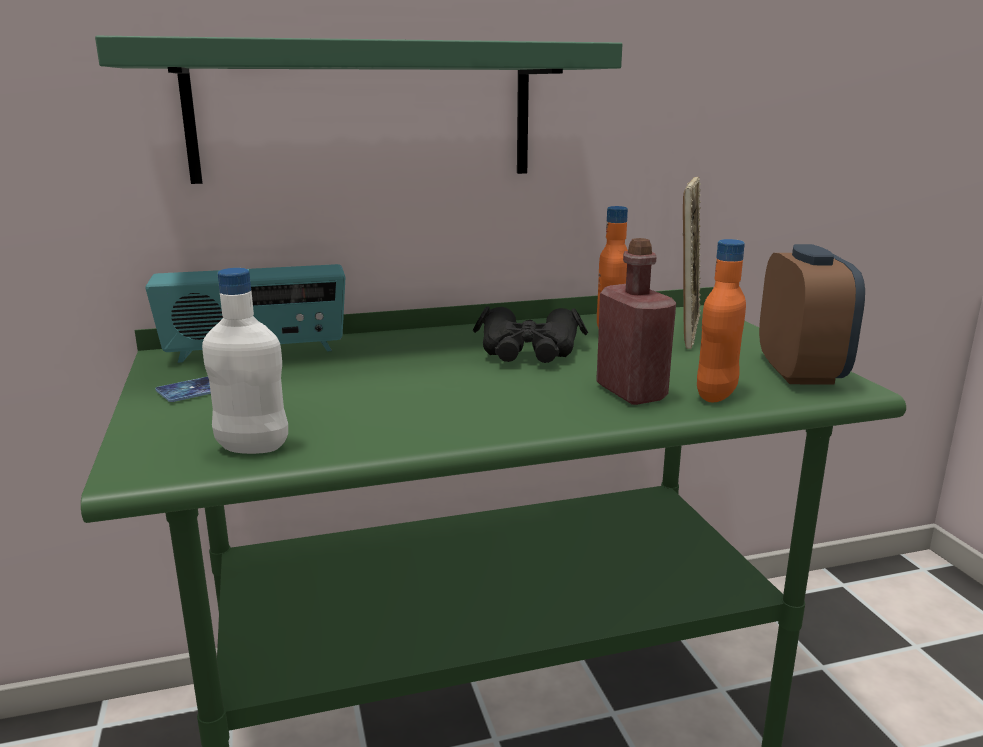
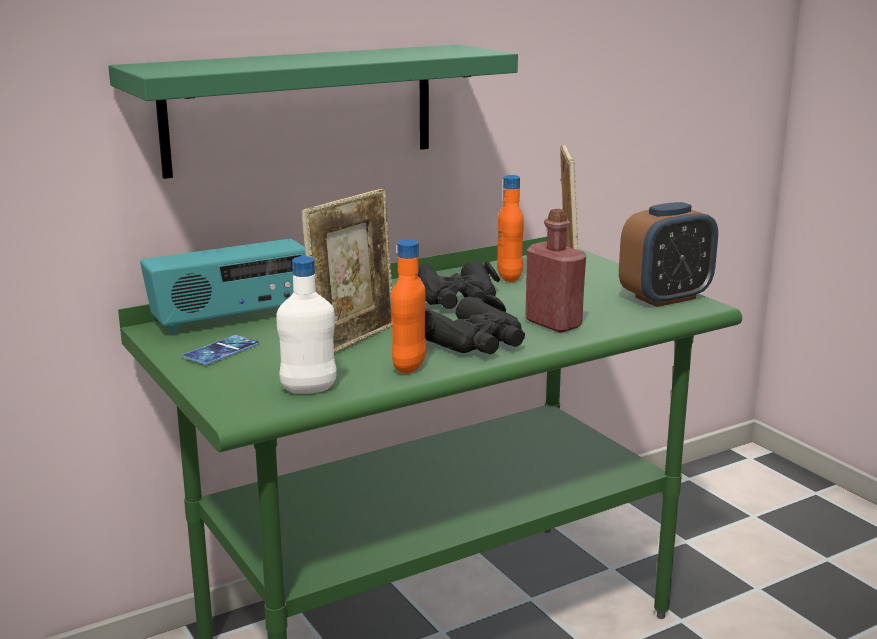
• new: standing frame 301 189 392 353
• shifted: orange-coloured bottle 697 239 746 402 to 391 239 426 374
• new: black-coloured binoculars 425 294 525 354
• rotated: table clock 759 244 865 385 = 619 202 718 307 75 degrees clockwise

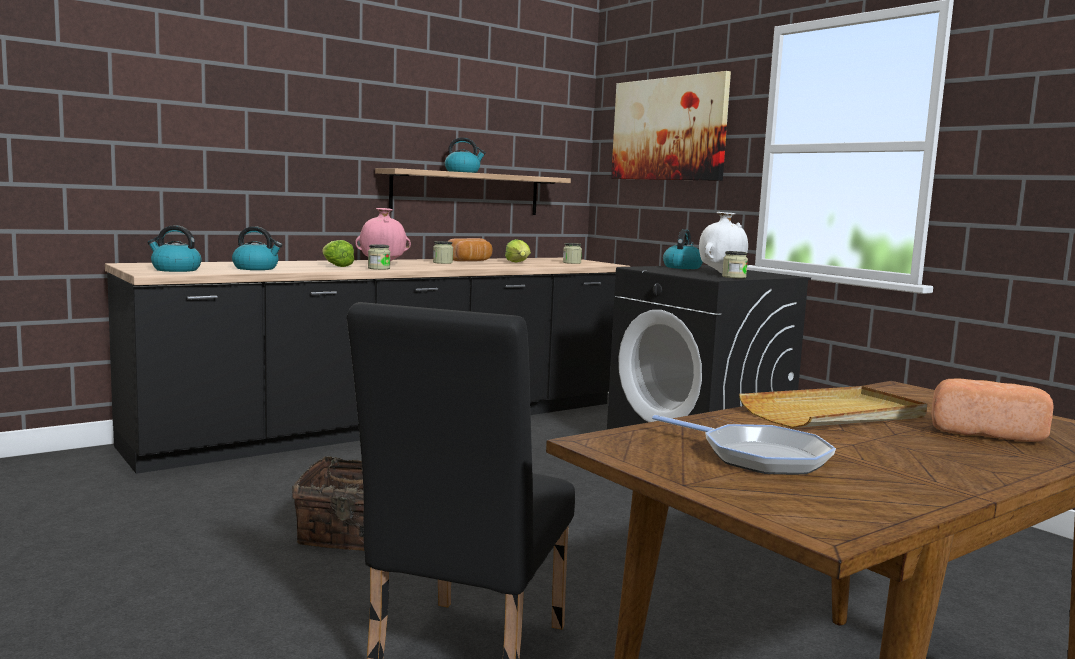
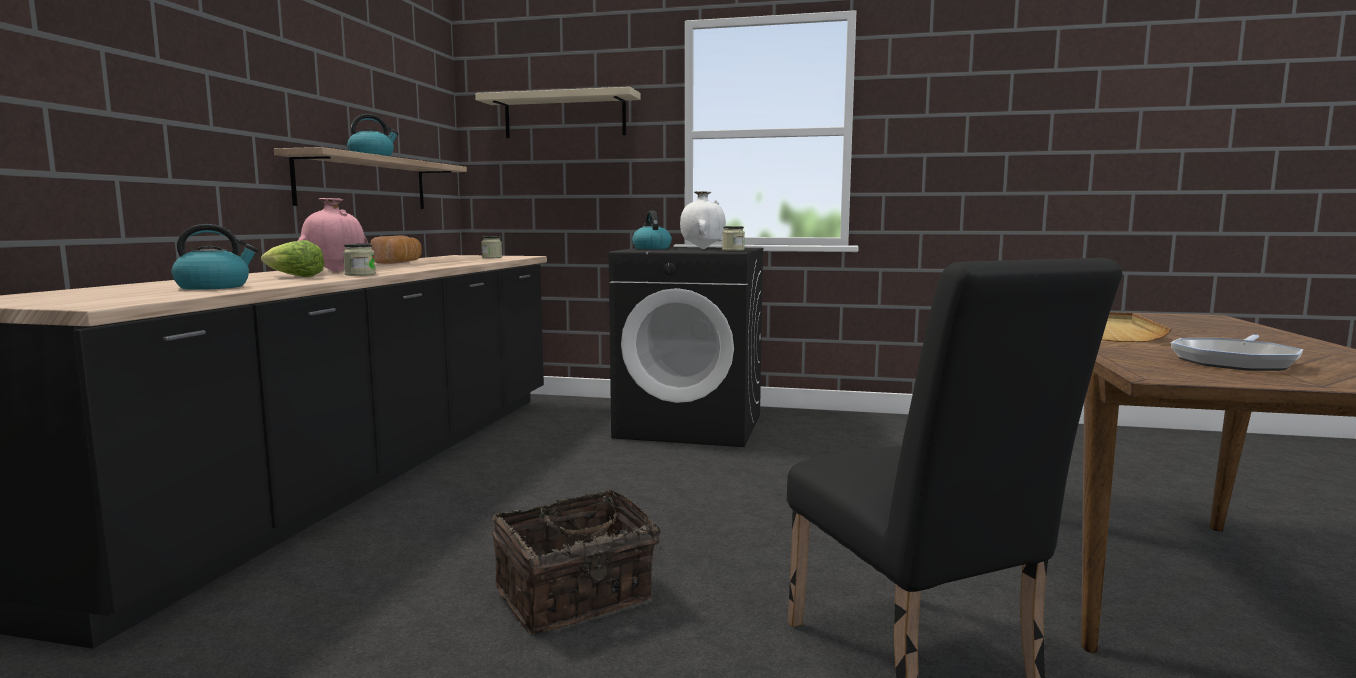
• swapped: wall picture 611 71 731 181 to beige shelf 475 87 640 138
• rotated: frying pan 652 415 836 475 = 1171 334 1304 371 135 degrees clockwise
• gone: tea kettle 148 226 202 272
• gone: preserve jar 433 241 453 264
• gone: head of lettuce 505 239 531 262
• gone: bread 931 378 1053 442

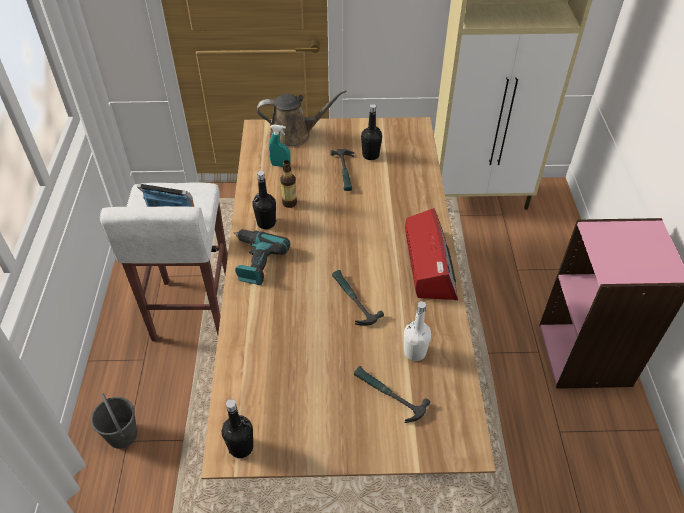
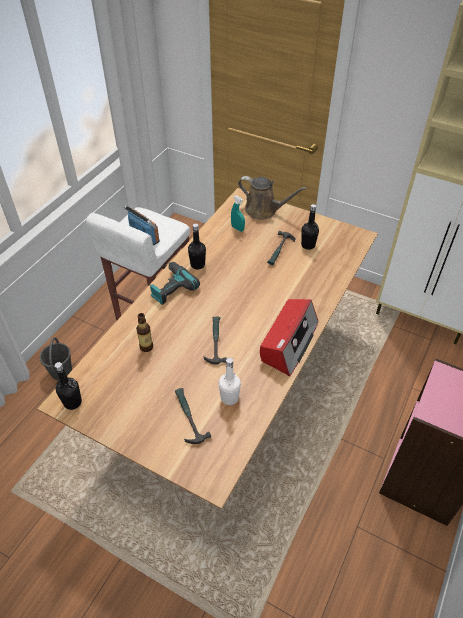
• shifted: bottle 280 160 297 208 to 136 313 153 352

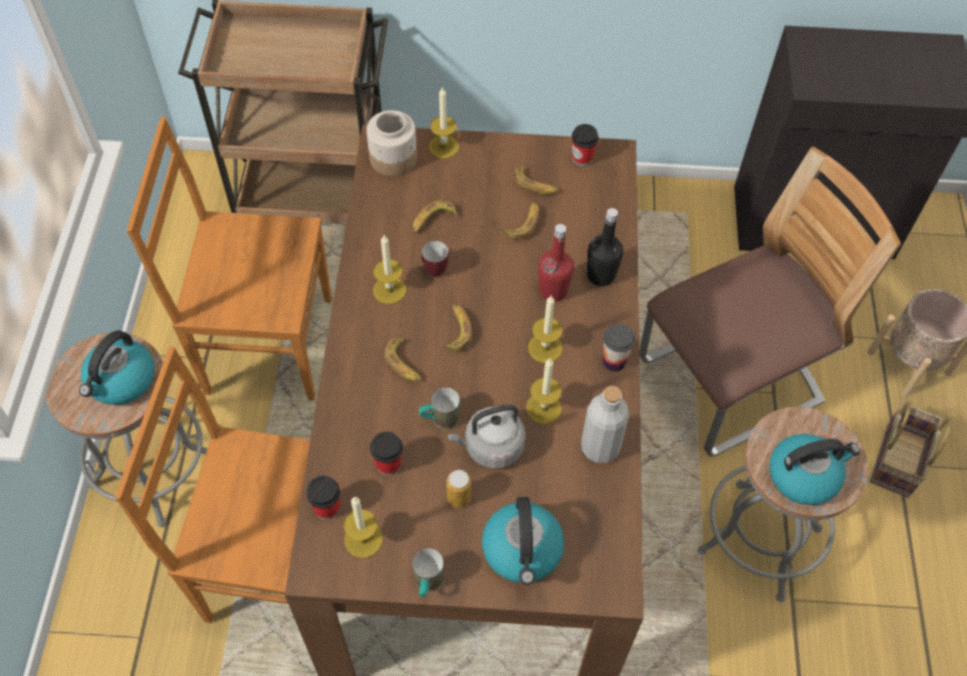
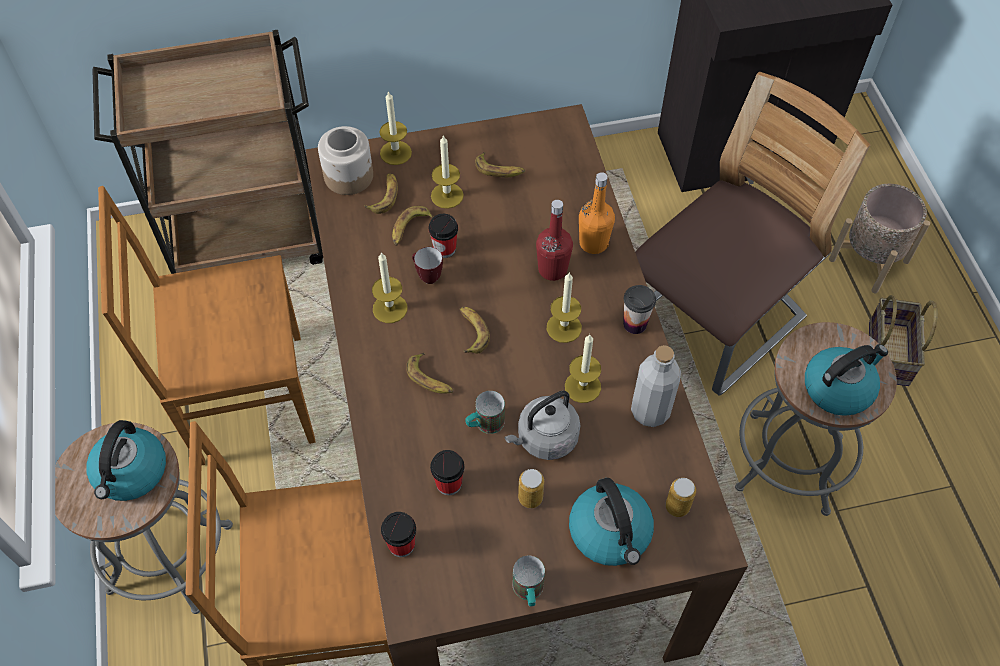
• shifted: whole banana 502 203 539 240 to 364 173 398 214
• shifted: small cup 571 124 599 166 to 429 214 458 258
• shifted: candle 344 497 383 558 to 431 135 464 209
• repainted: black-coloured bottle 587 208 623 286 to orange-coloured bottle 579 172 615 254
• new: can 666 478 696 517

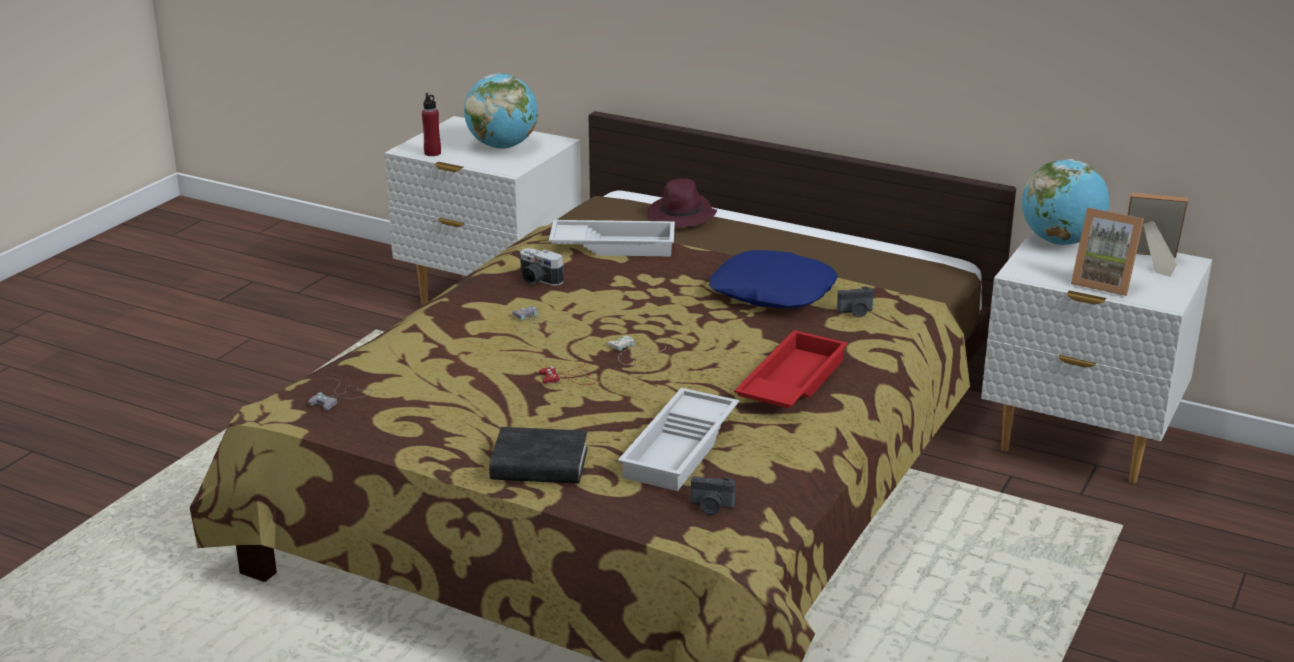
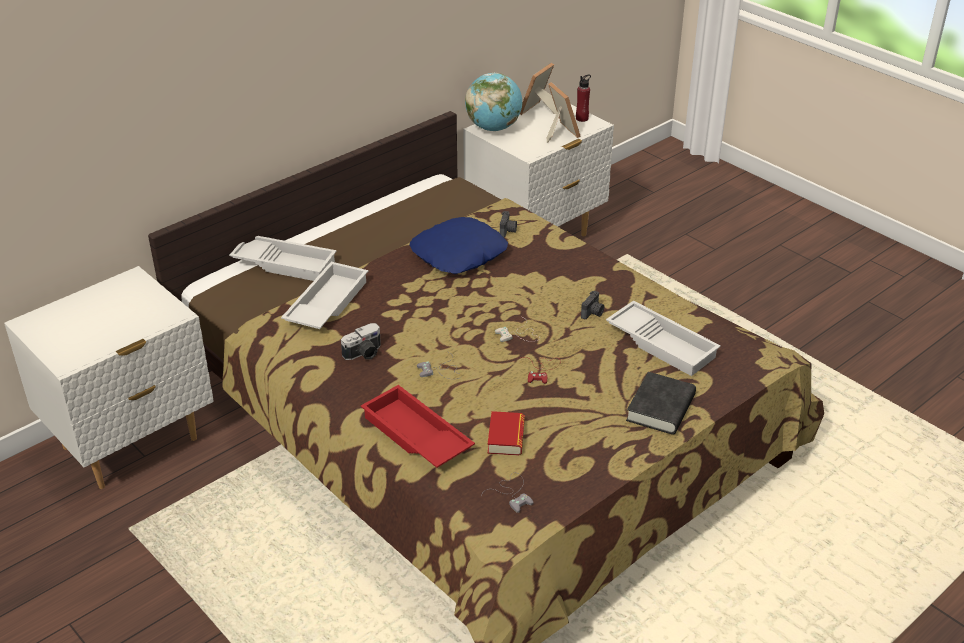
• swapped: purple-coloured clothing hat 647 179 717 227 to whitish serving tray 229 236 337 281
• shifted: red serving tray 734 330 848 408 to 361 385 475 468
• new: book 488 411 525 456
• rotated: standing frame 1071 208 1144 296 = 547 82 581 143 75 degrees counterclockwise
• shifted: red bottle 422 93 441 156 to 576 74 591 122
• shifted: photo camera 691 476 736 515 to 581 291 604 319
• gone: desk globe 464 73 538 149

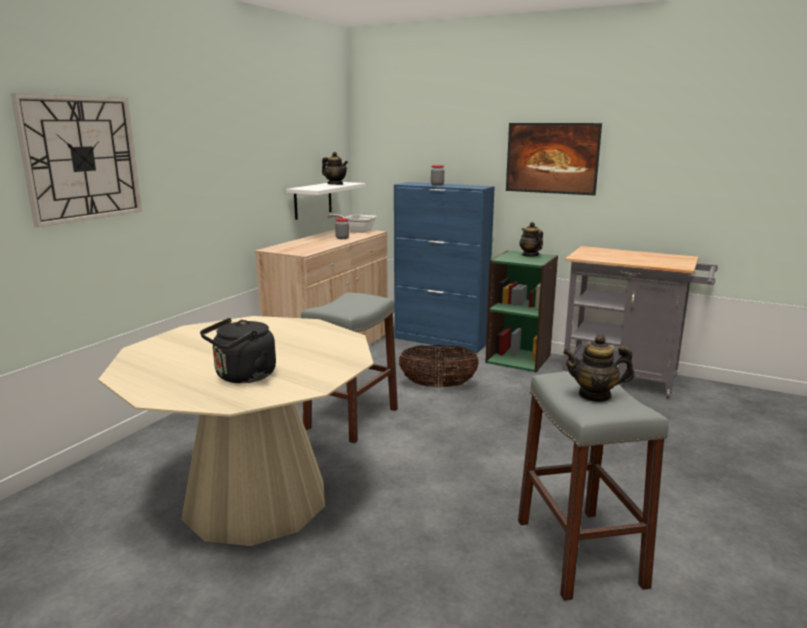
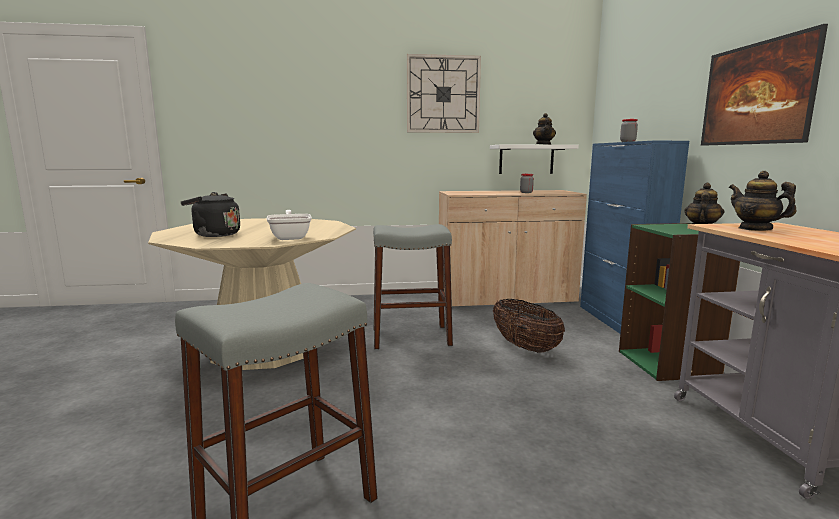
• shifted: frying pan 327 214 376 233 to 267 210 312 240
• shifted: hanging clock 11 93 142 227 to 407 54 481 133
• shifted: teapot 563 335 634 402 to 729 171 797 231

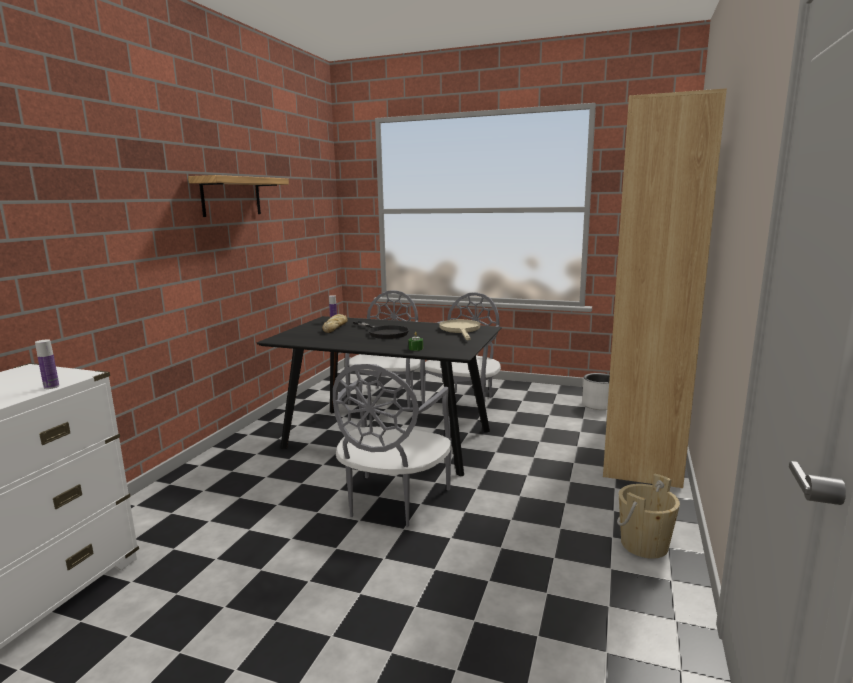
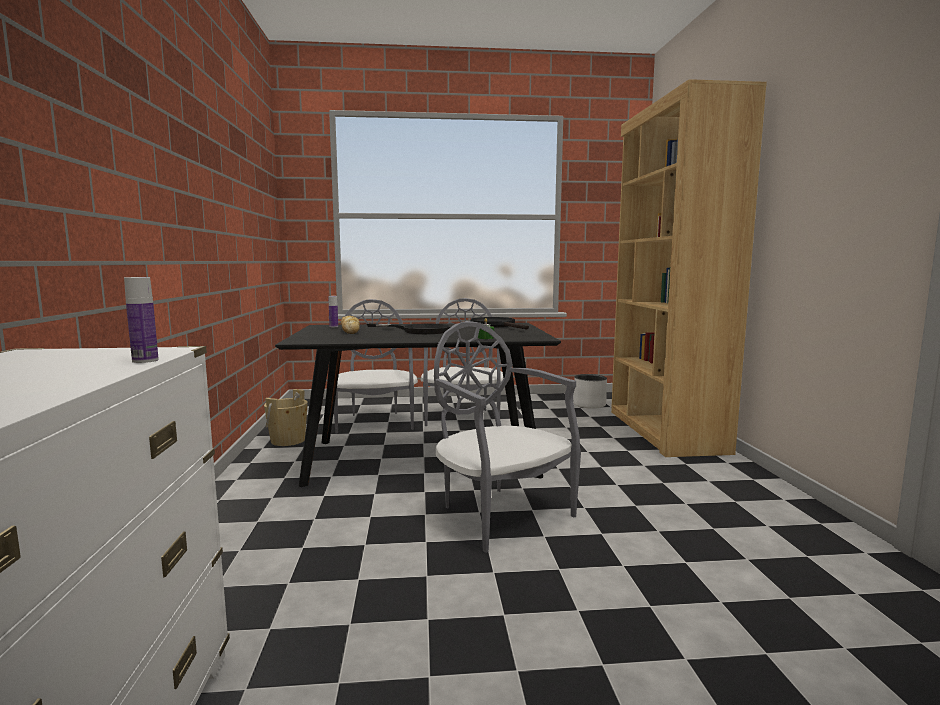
• shifted: beige pail 617 473 680 559 to 264 389 308 446
• rotated: grey upright chair 333 364 452 527 = 434 321 581 553 150 degrees clockwise
• repainted: beige frying pan 440 319 480 340 to black-coloured frying pan 470 317 529 330
• gone: shelf 188 175 289 217

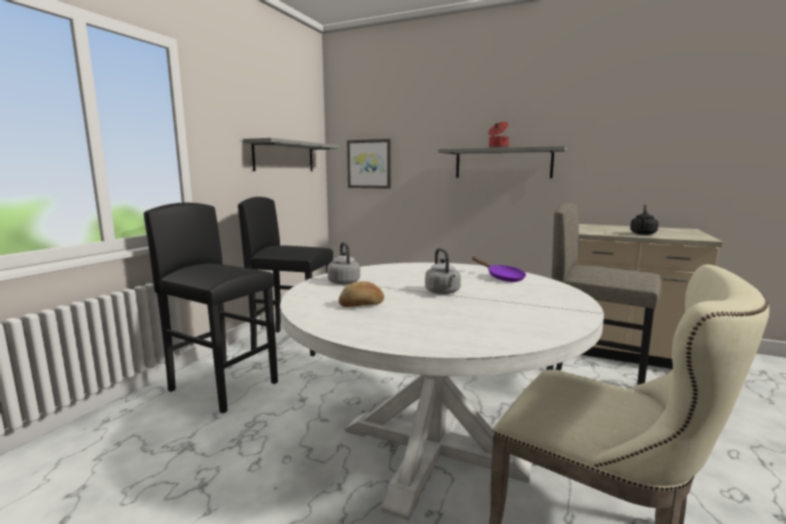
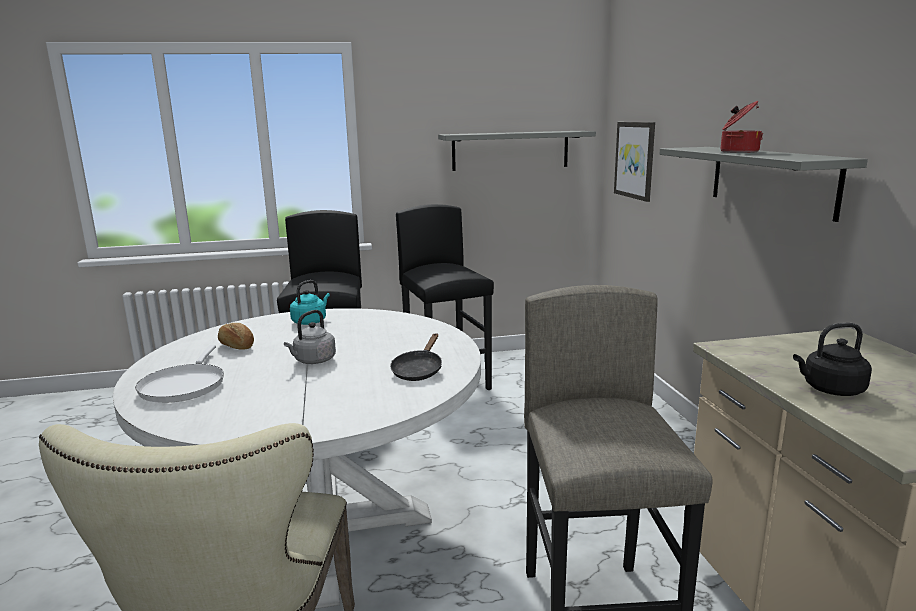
• new: whitish frying pan 135 345 224 403
• repainted: grey tea kettle 327 242 360 285 to turquoise-coloured tea kettle 290 280 330 325
• repainted: purple-coloured frying pan 472 257 526 282 to black-coloured frying pan 390 333 442 381

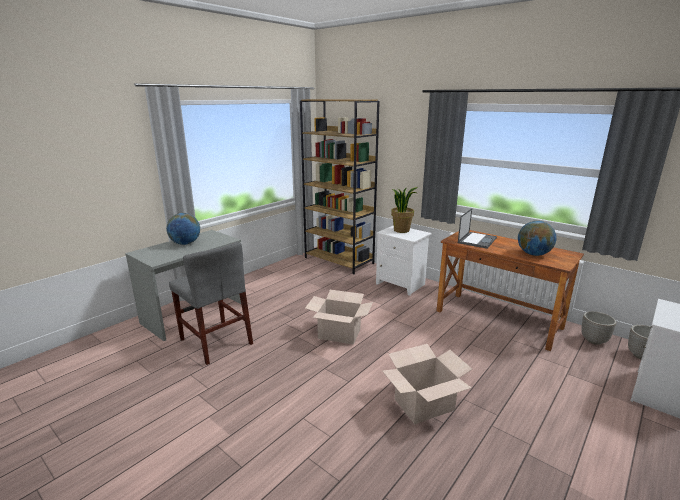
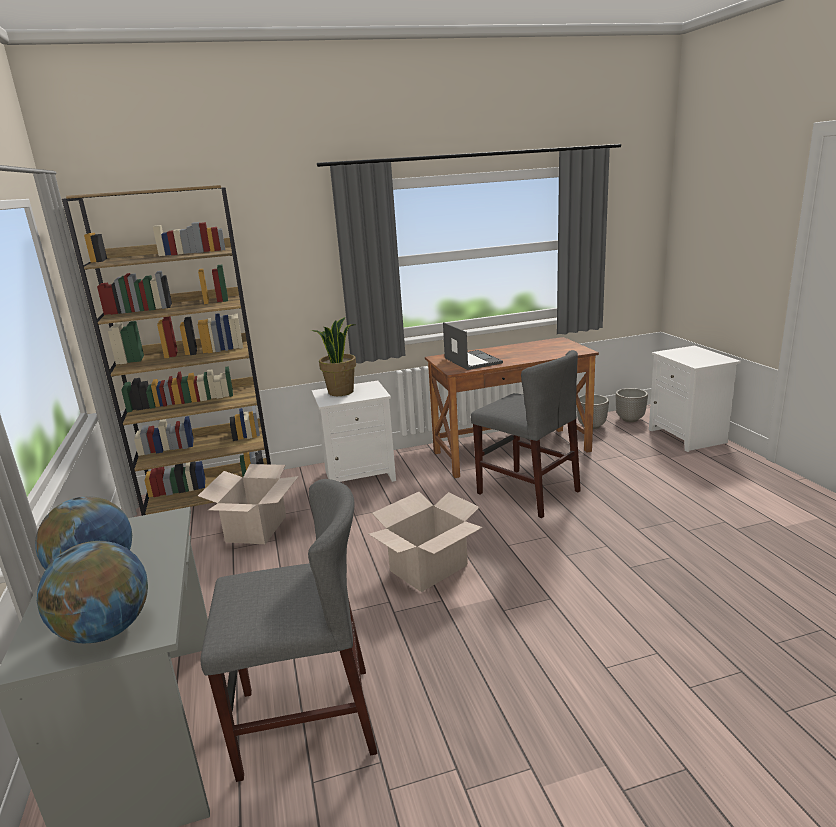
• shifted: desk globe 518 221 557 256 to 37 541 148 643
• shifted: cardboard box 383 344 472 424 to 198 464 299 544
• new: grey upright chair 471 350 581 518

